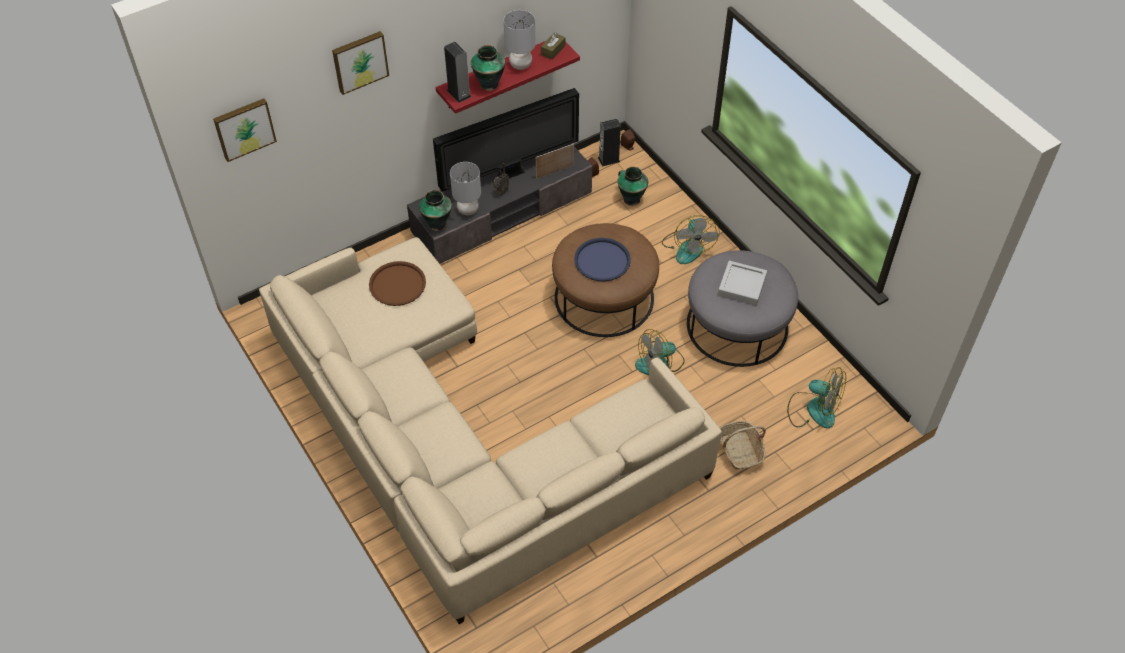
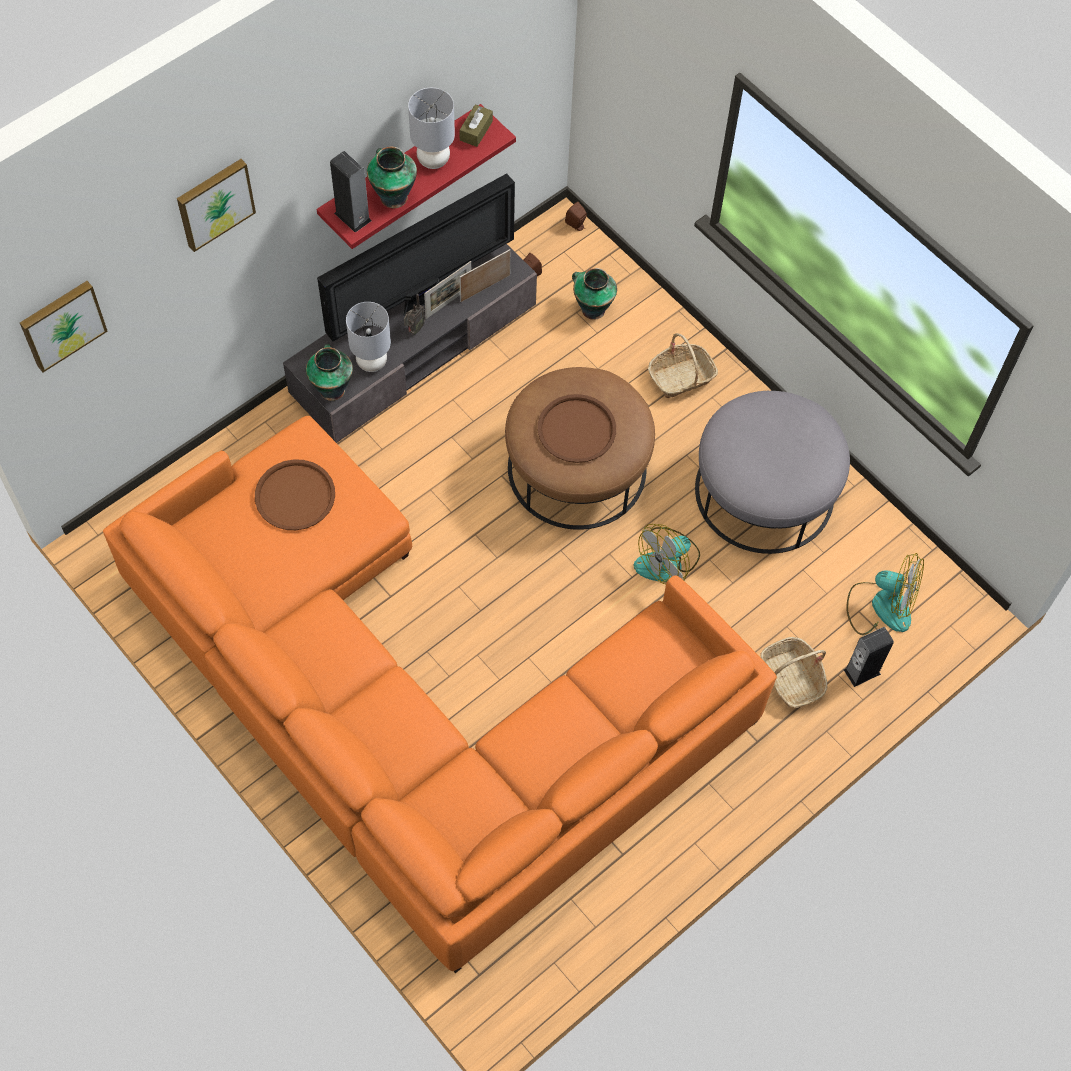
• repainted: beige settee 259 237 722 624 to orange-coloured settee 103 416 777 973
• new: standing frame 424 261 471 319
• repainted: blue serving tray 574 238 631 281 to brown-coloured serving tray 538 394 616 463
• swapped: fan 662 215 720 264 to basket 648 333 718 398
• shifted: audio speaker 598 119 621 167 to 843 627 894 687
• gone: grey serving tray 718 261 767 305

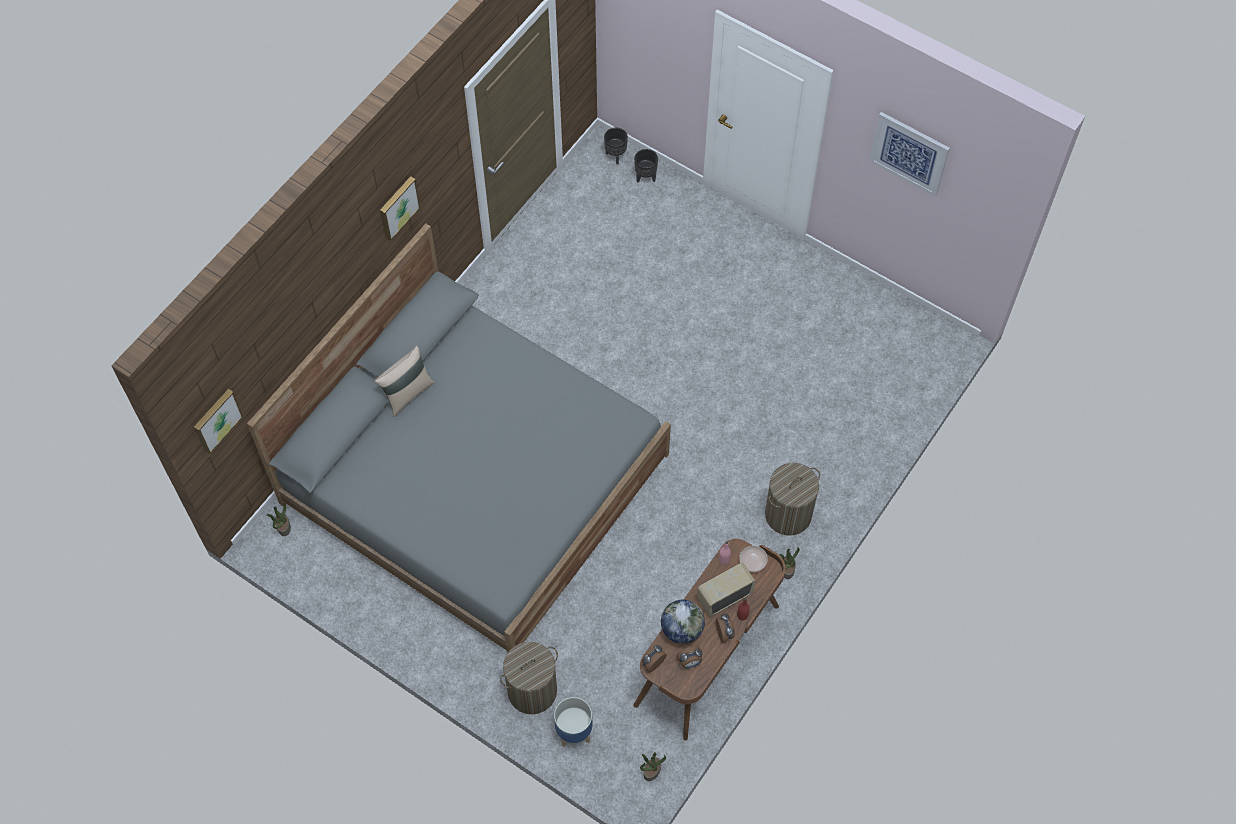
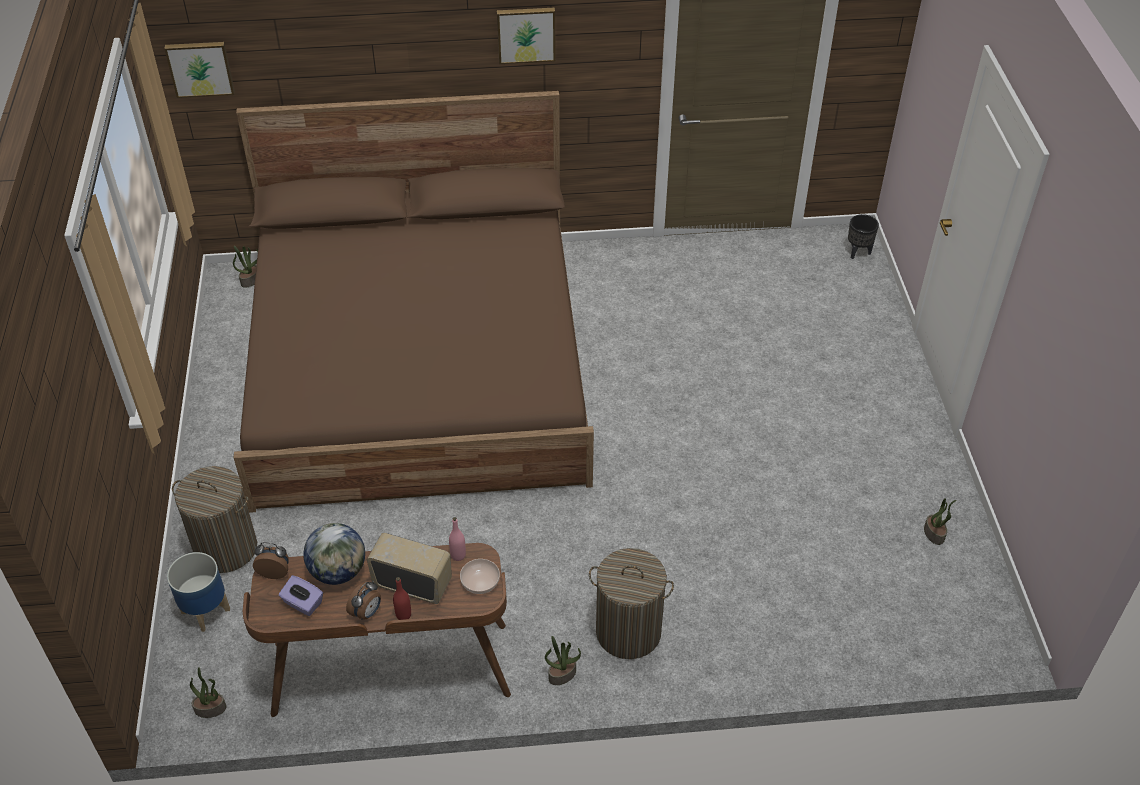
• repainted: grey sleeping bed 247 223 671 652 to brown-coloured sleeping bed 234 91 594 513
• swapped: table clock 676 646 703 668 to purple-coloured tissue holder 279 575 323 616
• new: plant in a pot 924 498 957 545
• gone: beige throw pillow 375 346 434 417
• gone: black-coloured flower pot 634 149 658 183
• gone: wall picture 869 112 950 197

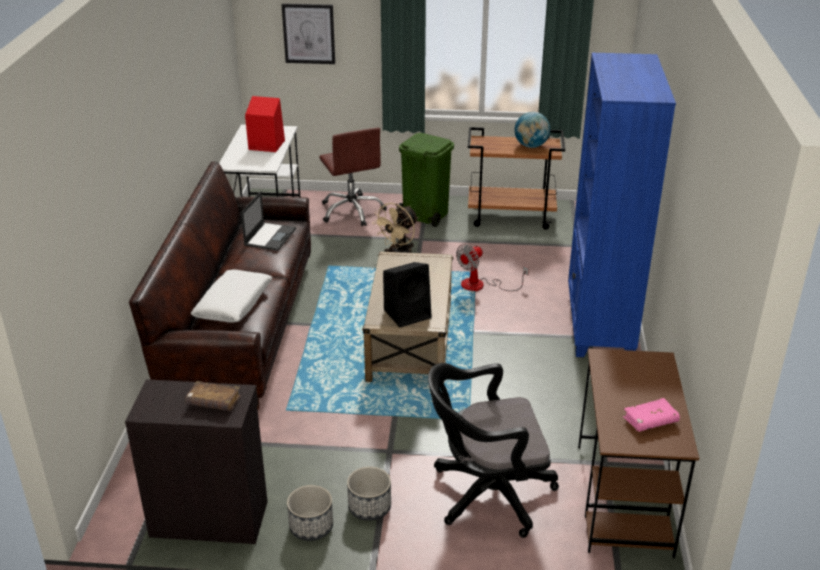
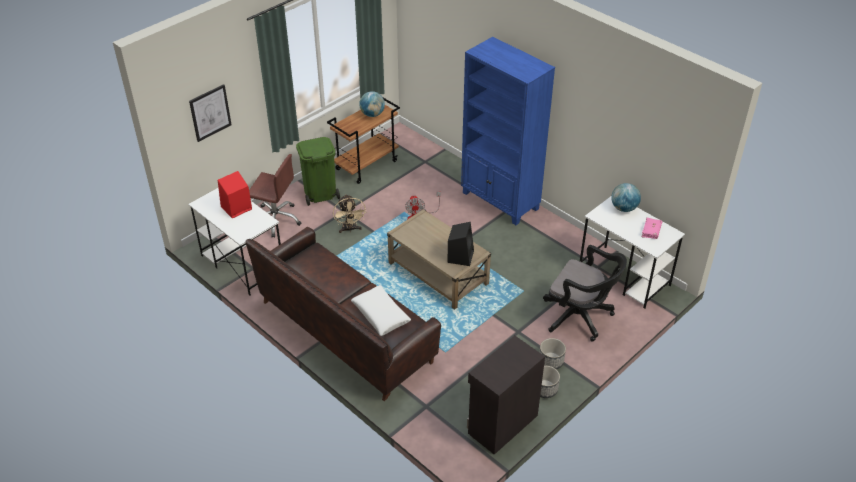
• rotated: black-coloured office chair 428 363 559 538 = 543 245 627 342 90 degrees counterclockwise
• repainted: brown-coloured desk table 578 348 699 558 to whitish desk table 580 196 685 309
• new: desk globe 611 183 641 212
• gone: brown-coloured book 186 381 241 411
• gone: laptop 241 191 296 251

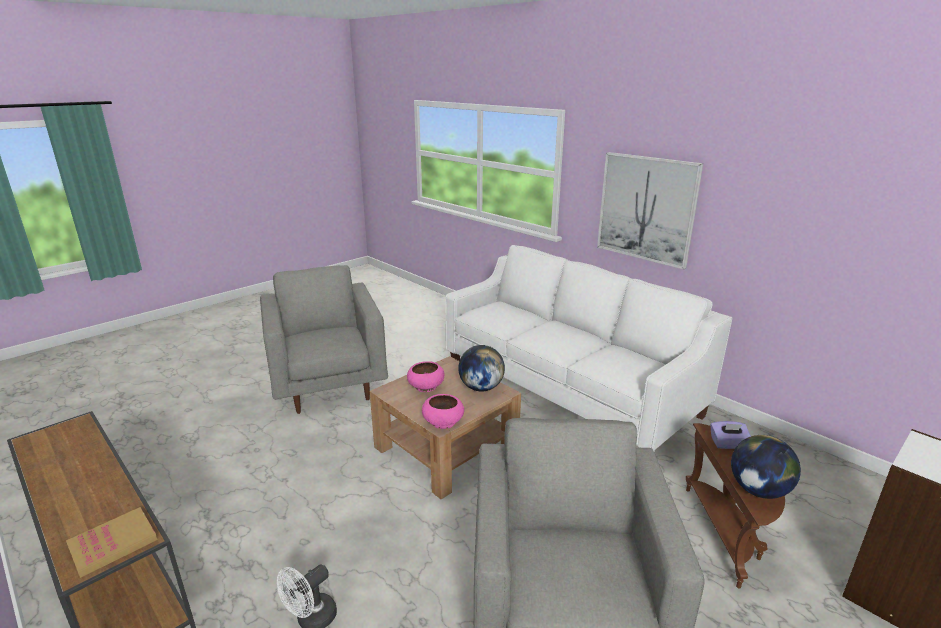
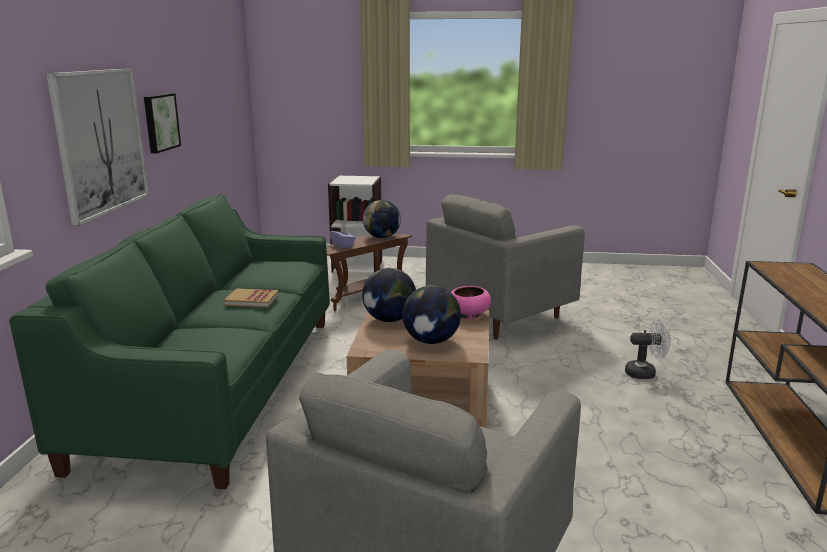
• repainted: whitish settee 445 245 732 451 to greenish settee 10 194 330 489
• new: wall picture 144 93 181 153
• shifted: book 66 507 158 578 to 224 288 279 307
• swapped: pink bowl 407 361 445 392 to desk globe 402 285 461 344

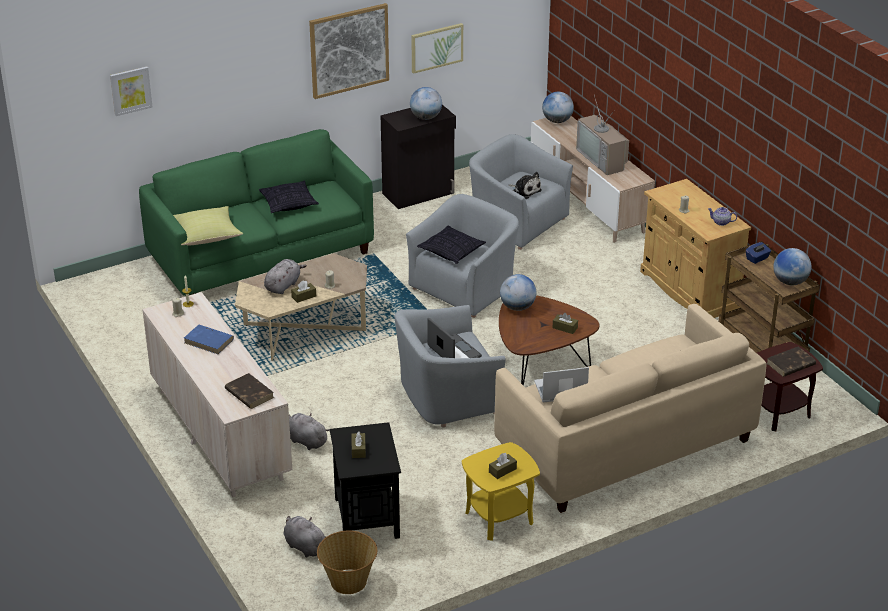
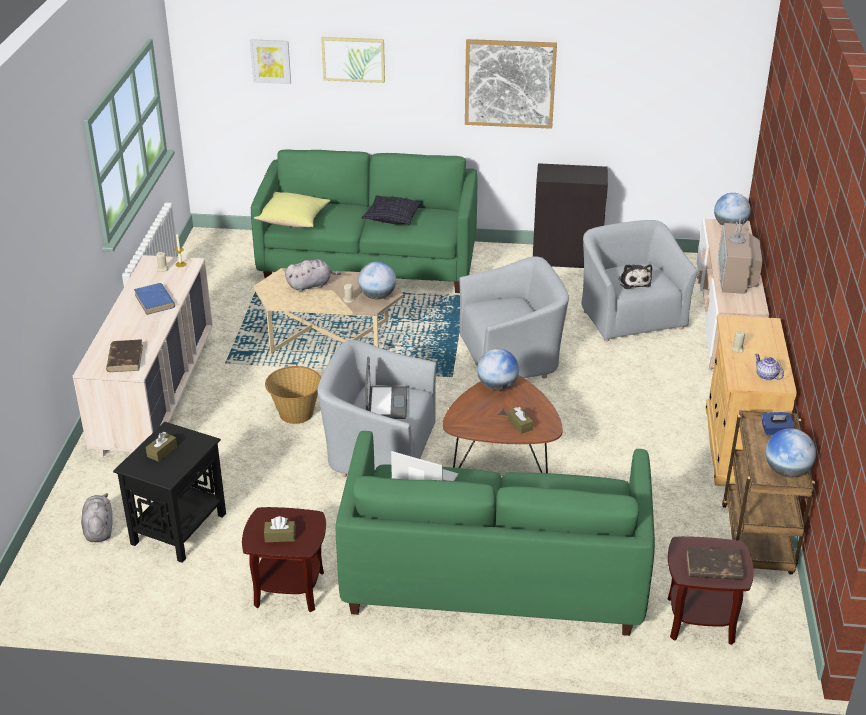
• repainted: yellow accent table 462 442 540 541 to brown-coloured accent table 242 507 326 612
• shifted: basket 317 531 377 594 to 265 366 321 424
• shifted: wall picture 411 23 463 74 to 321 37 385 83
• repainted: beige settee 494 304 766 513 to greenish settee 336 431 655 636
• shifted: desk globe 410 87 442 120 to 358 261 396 300
• gone: grey plush toy 289 413 330 450
• gone: brown-coloured tissue holder 291 280 316 303
• gone: throw pillow 417 225 486 264

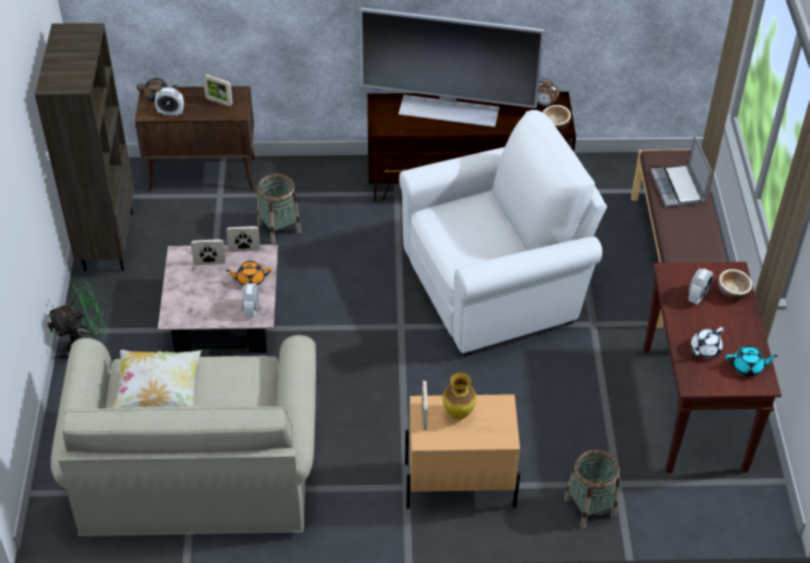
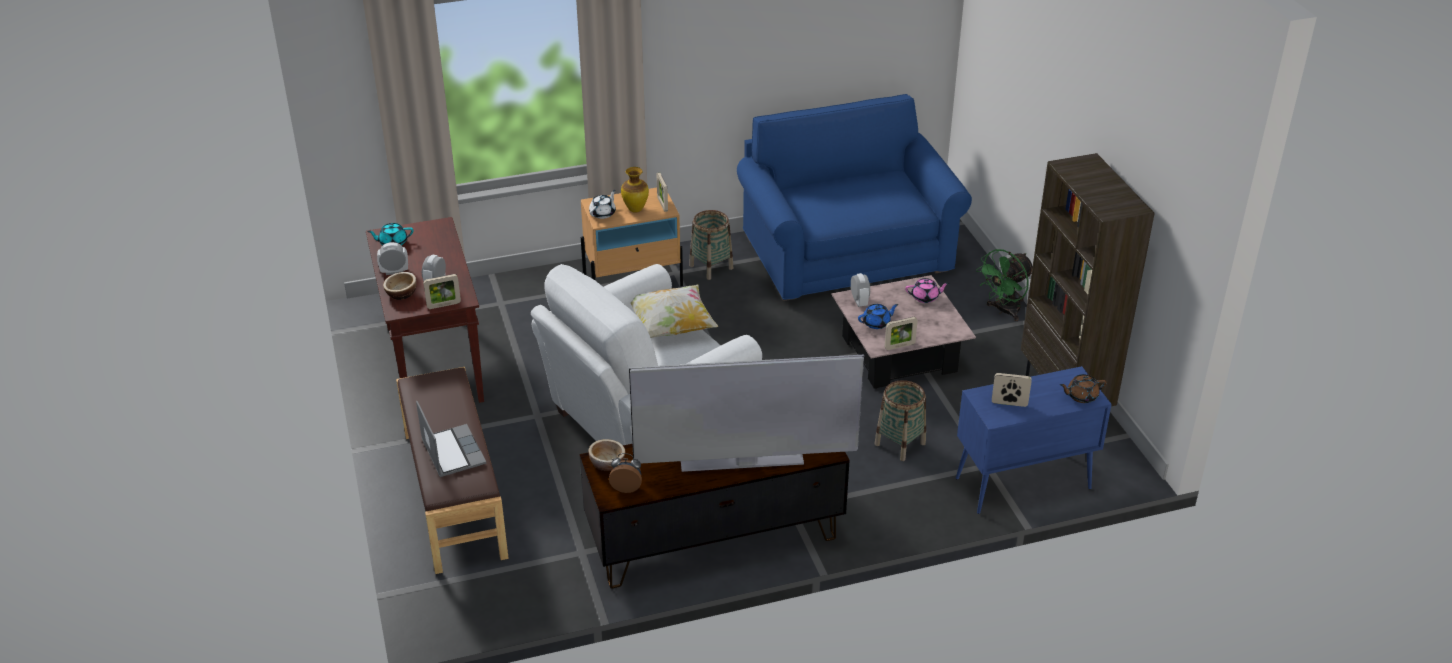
• shifted: table clock 155 87 184 116 to 377 242 408 275
• shifted: standing frame 191 239 225 265 to 423 274 461 309
• shifted: whitish teapot 691 327 724 358 to 589 190 616 219
• shifted: throw pillow 112 350 202 408 to 630 284 718 338
• shifted: basket 564 449 620 529 to 689 210 734 280
• repainted: beige settee 51 335 316 536 to blue settee 737 94 972 301
• repainted: orange-coloured teapot 226 261 271 286 to blue teapot 858 304 899 329
• new: pink teapot 905 278 949 303
• repainted: brown-coloured cupboard 135 86 255 191 to blue cupboard 956 366 1112 514

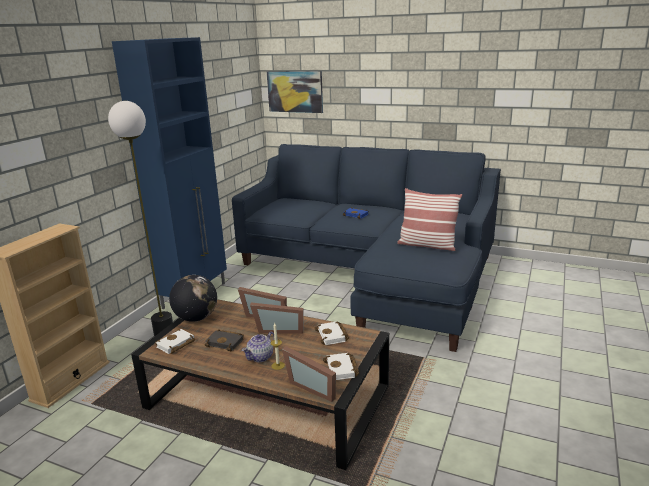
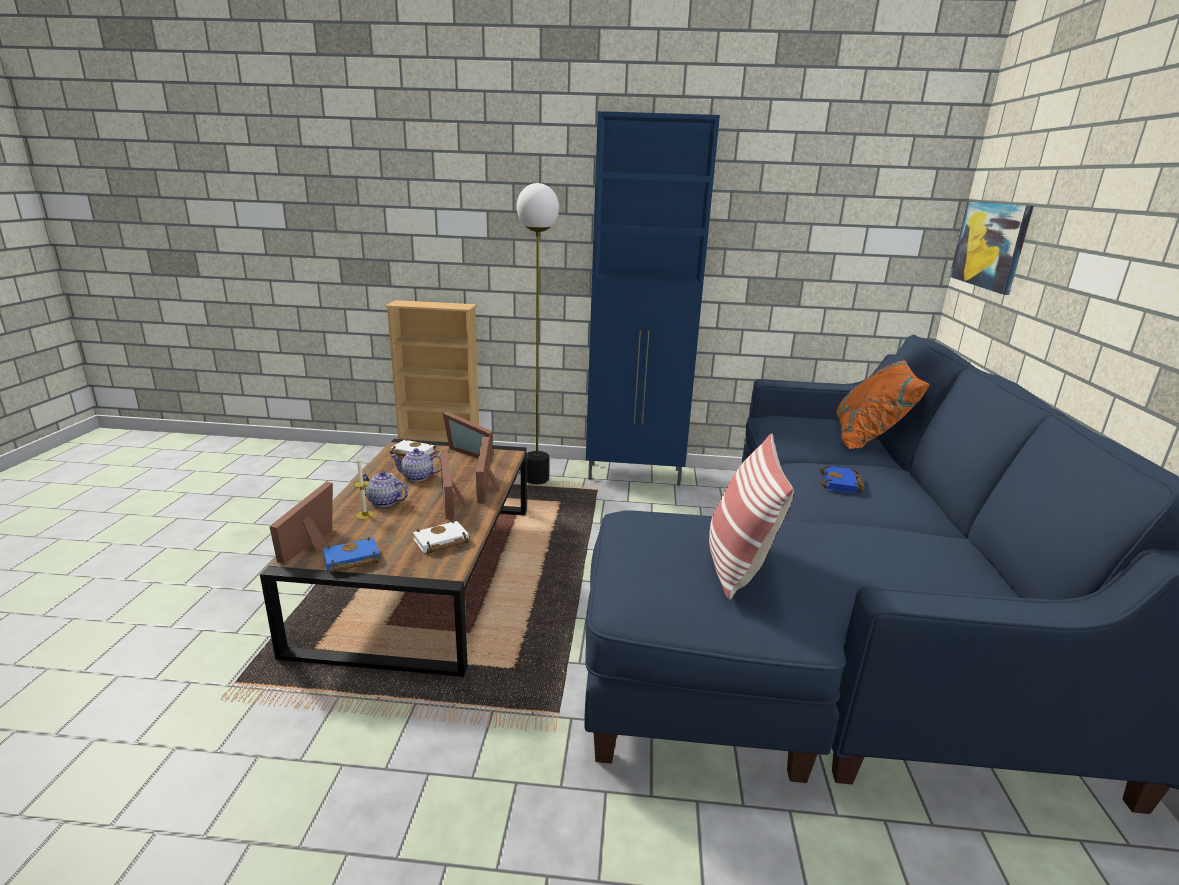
• repainted: whitish book 323 353 359 380 to blue book 323 537 380 573
• swapped: black-coloured book 205 329 244 351 to teapot 390 448 441 481
• swapped: desk globe 169 275 217 322 to standing frame 443 412 493 461
• new: orange-coloured throw pillow 836 360 930 449

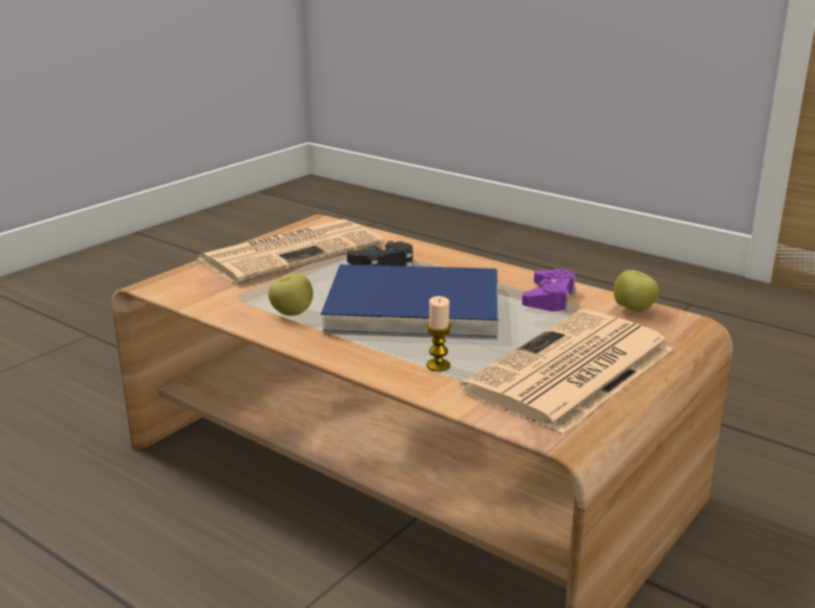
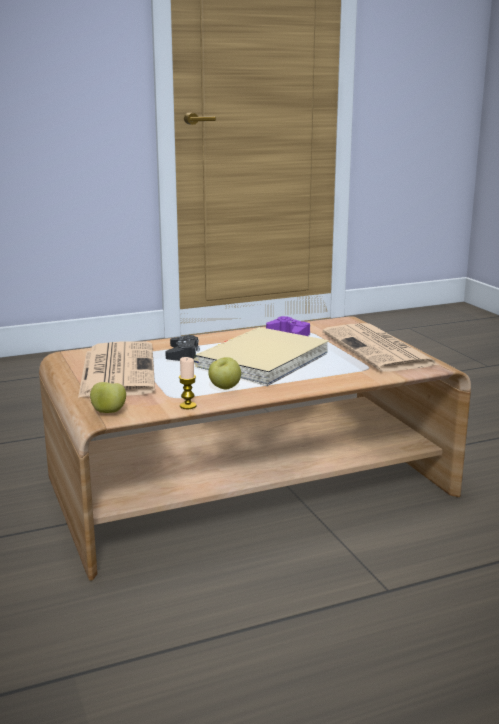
• shifted: apple fruit 614 270 659 312 to 90 382 126 413
• shifted: candle 426 296 451 372 to 179 357 197 409
• repainted: blue book 321 264 499 340 to beige book 194 327 329 386

